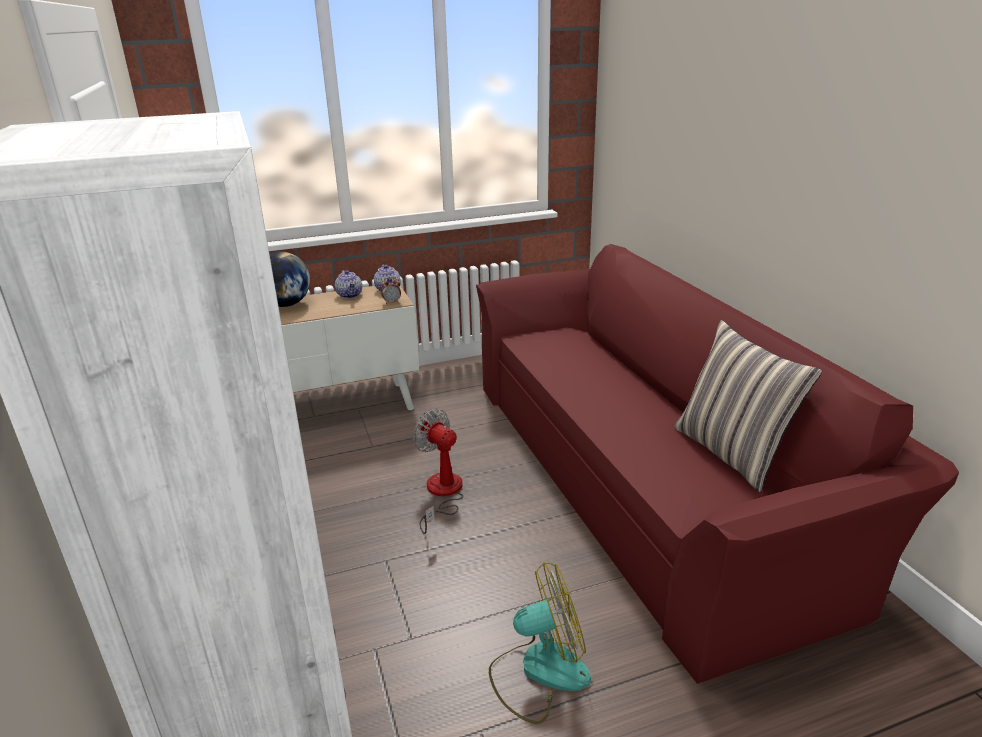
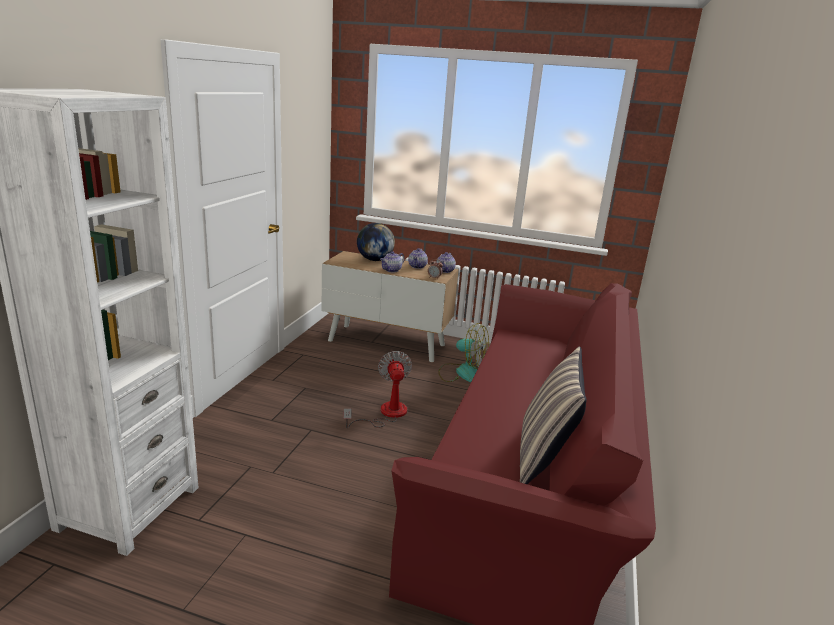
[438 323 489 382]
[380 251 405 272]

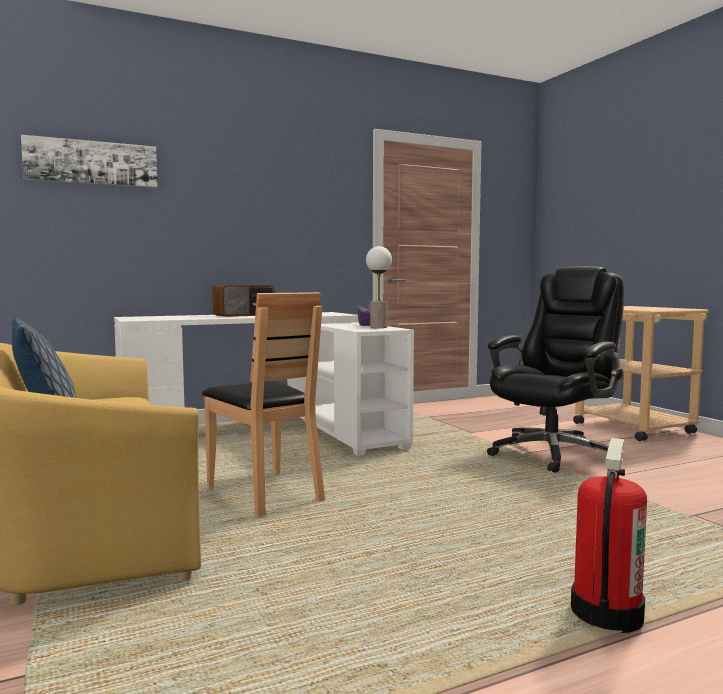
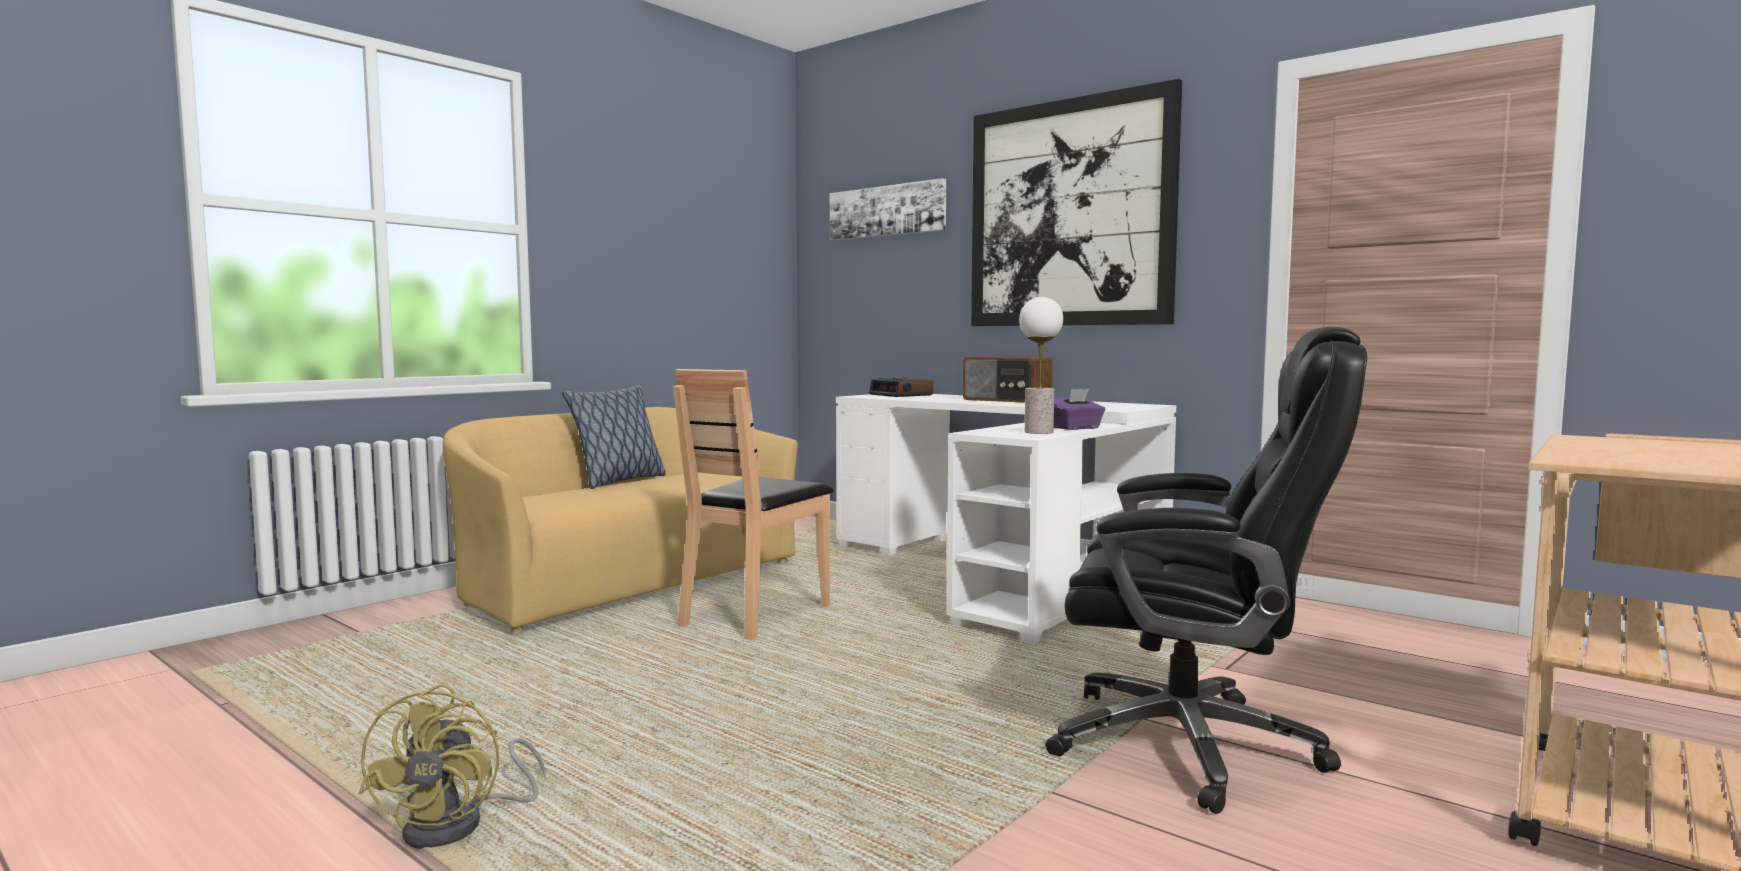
[358 684 546 849]
[971 79 1182 326]
[869 377 933 397]

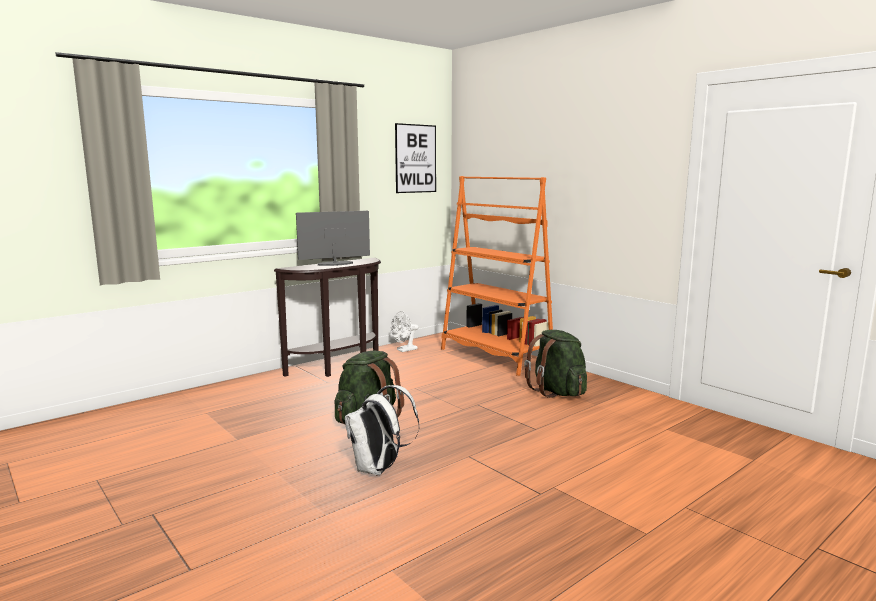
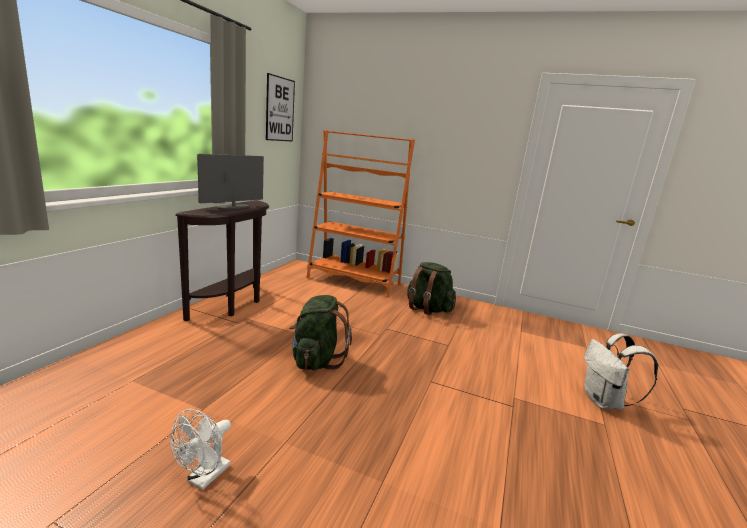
[170 409 231 490]
[584 333 658 410]

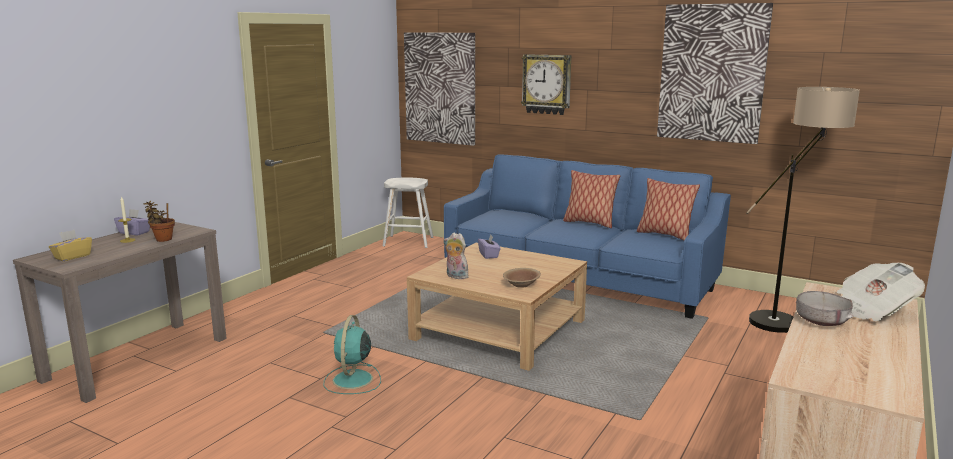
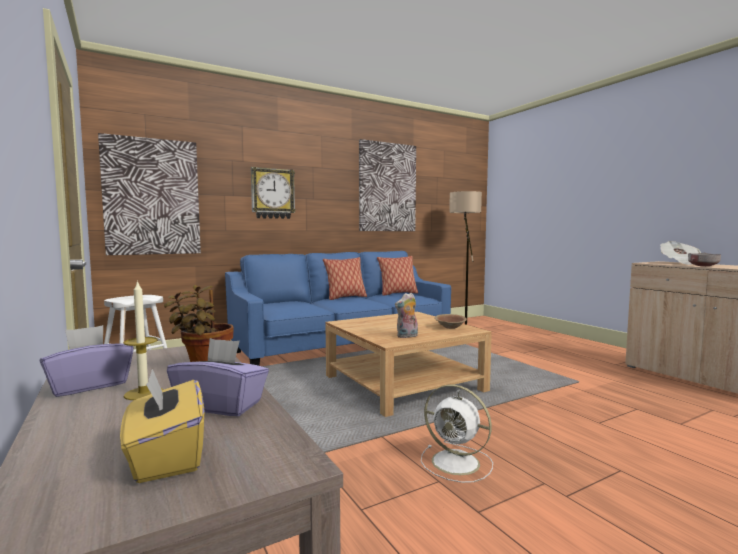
[167 338 269 416]
[421 385 493 483]

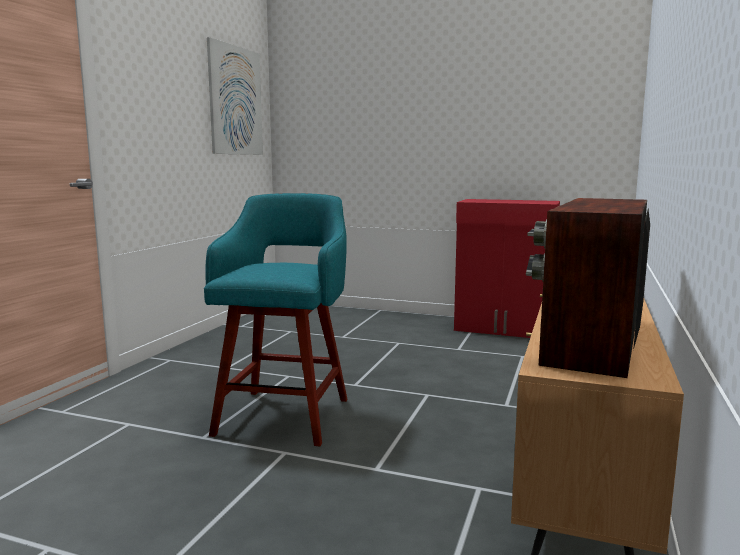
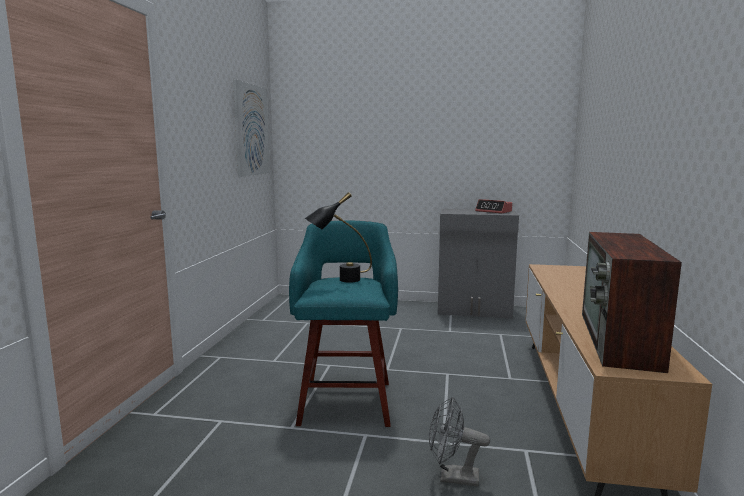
[438 209 519 319]
[305 192 372 283]
[475 199 512 214]
[429 397 490 486]

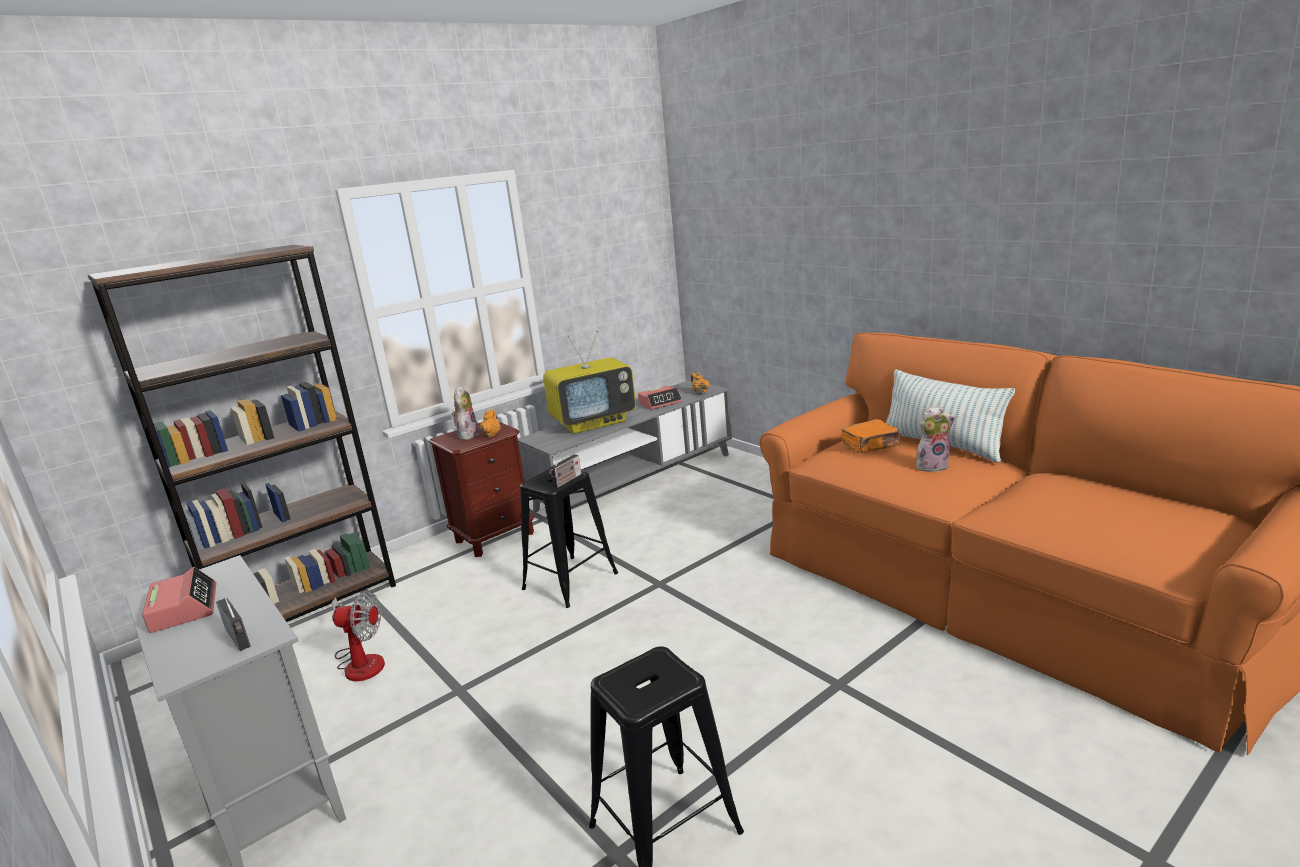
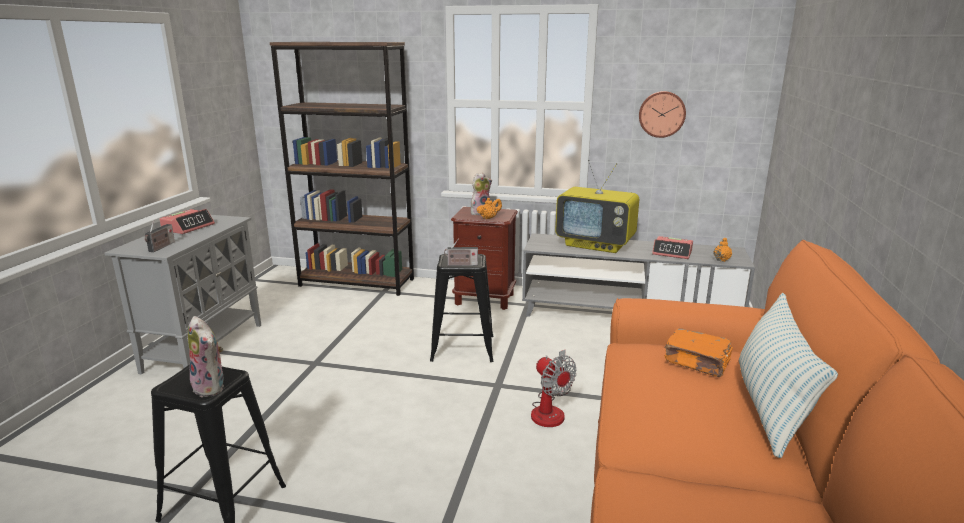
[188 316 224 397]
[531 350 577 427]
[639 91 686 138]

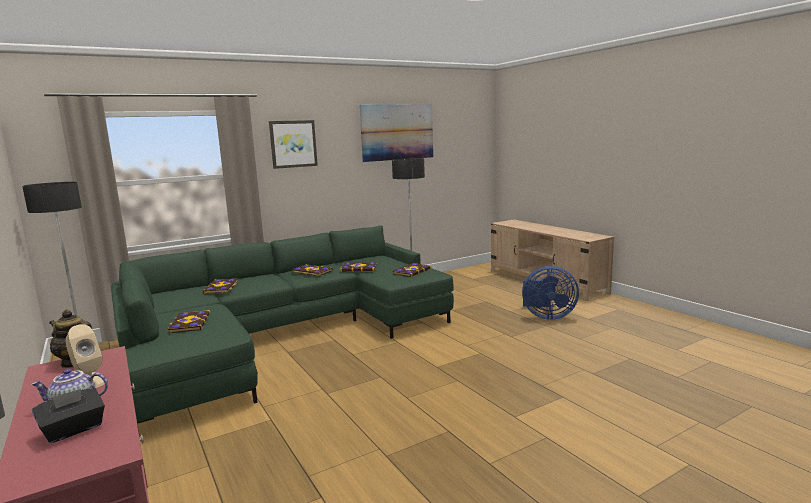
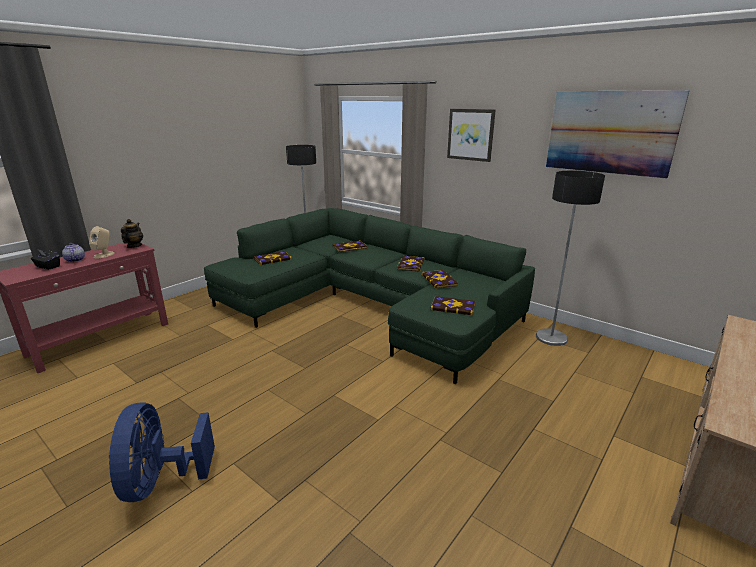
[109 402 215 502]

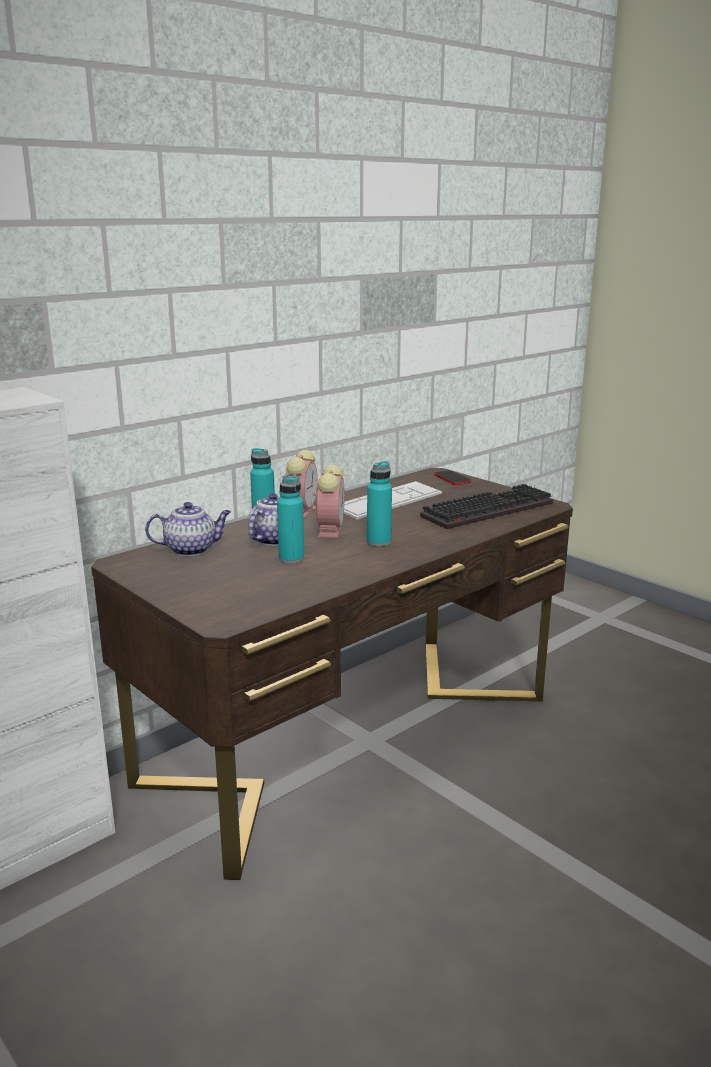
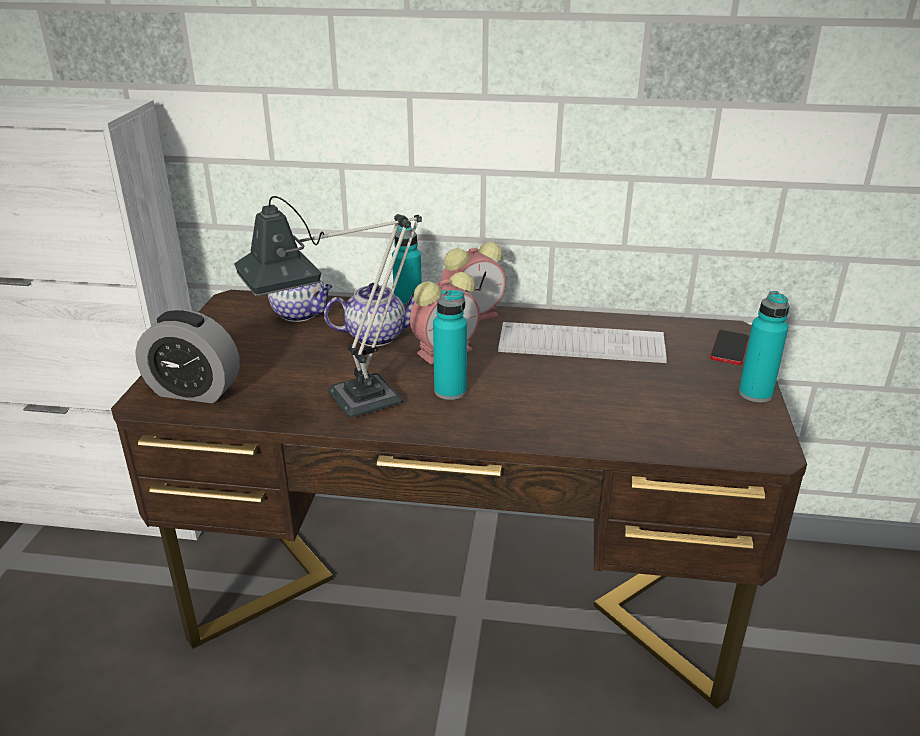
[739 291 789 402]
[420 484 553 529] (first image)
[234 196 422 418]
[135 310 240 403]

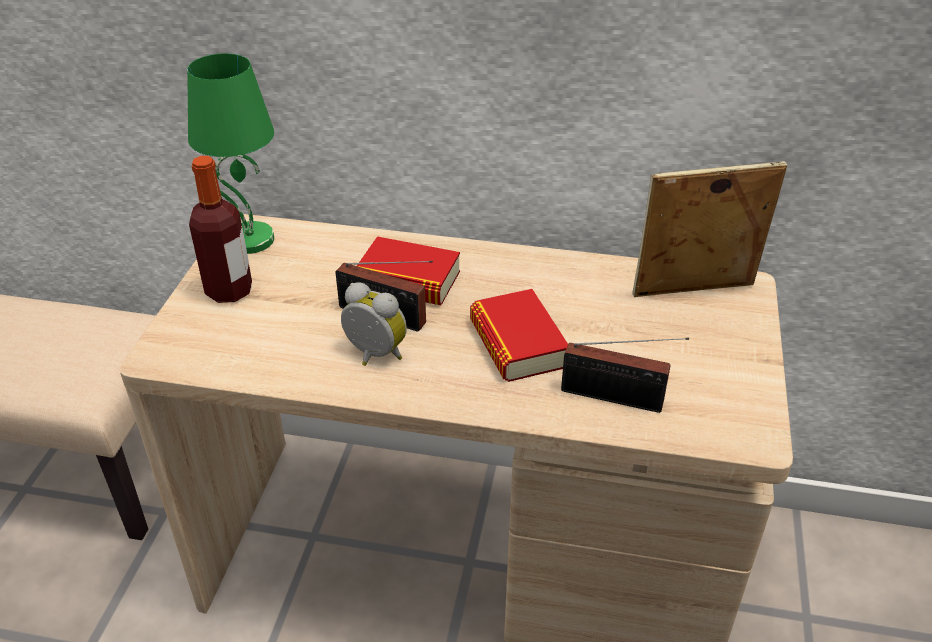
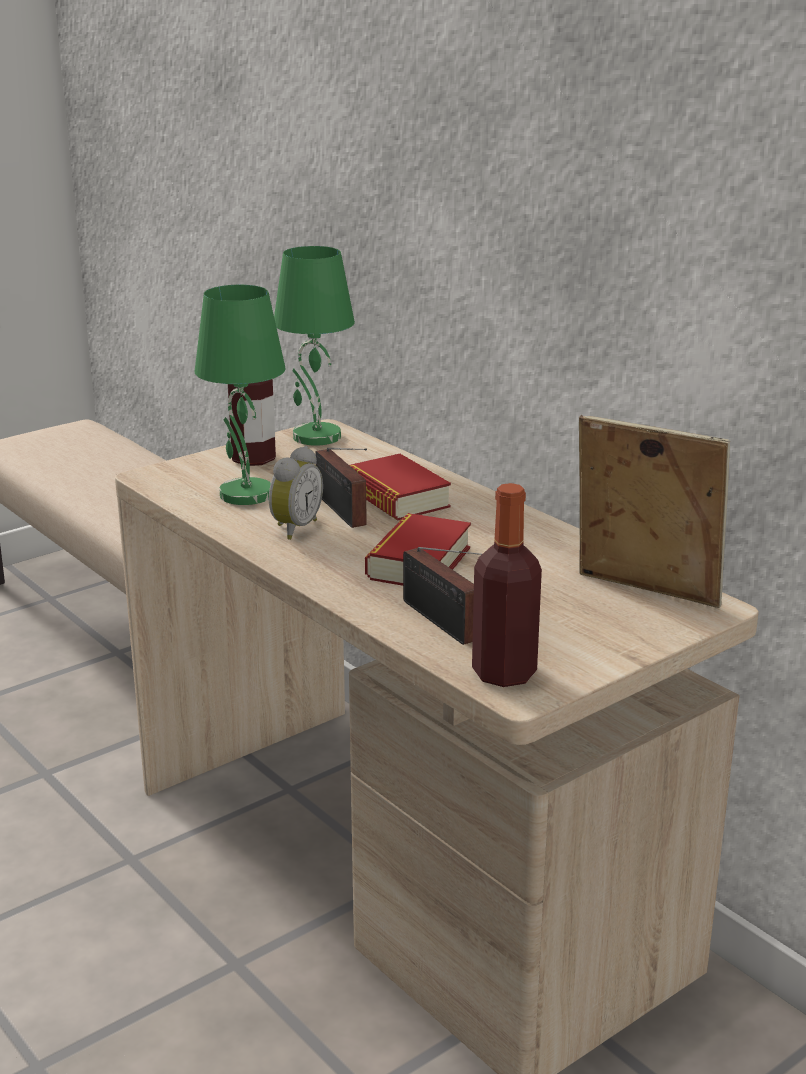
[269 446 323 540]
[195 285 285 505]
[472 483 542 687]

